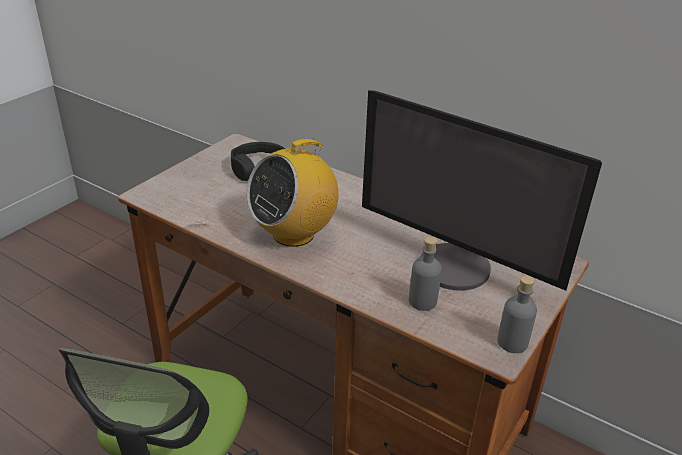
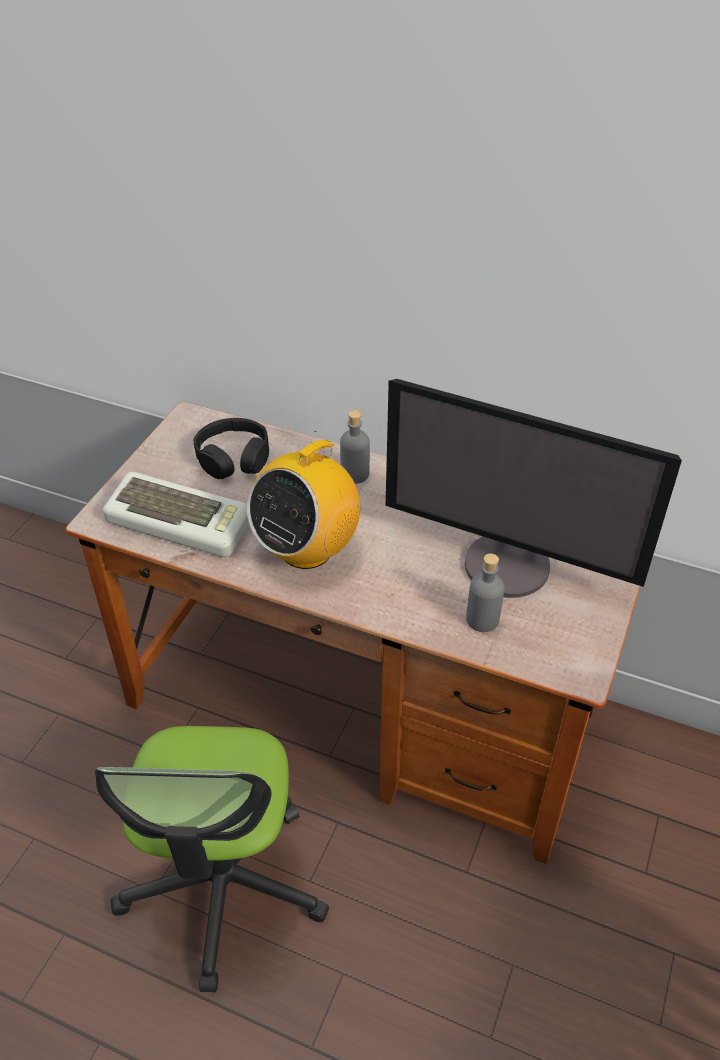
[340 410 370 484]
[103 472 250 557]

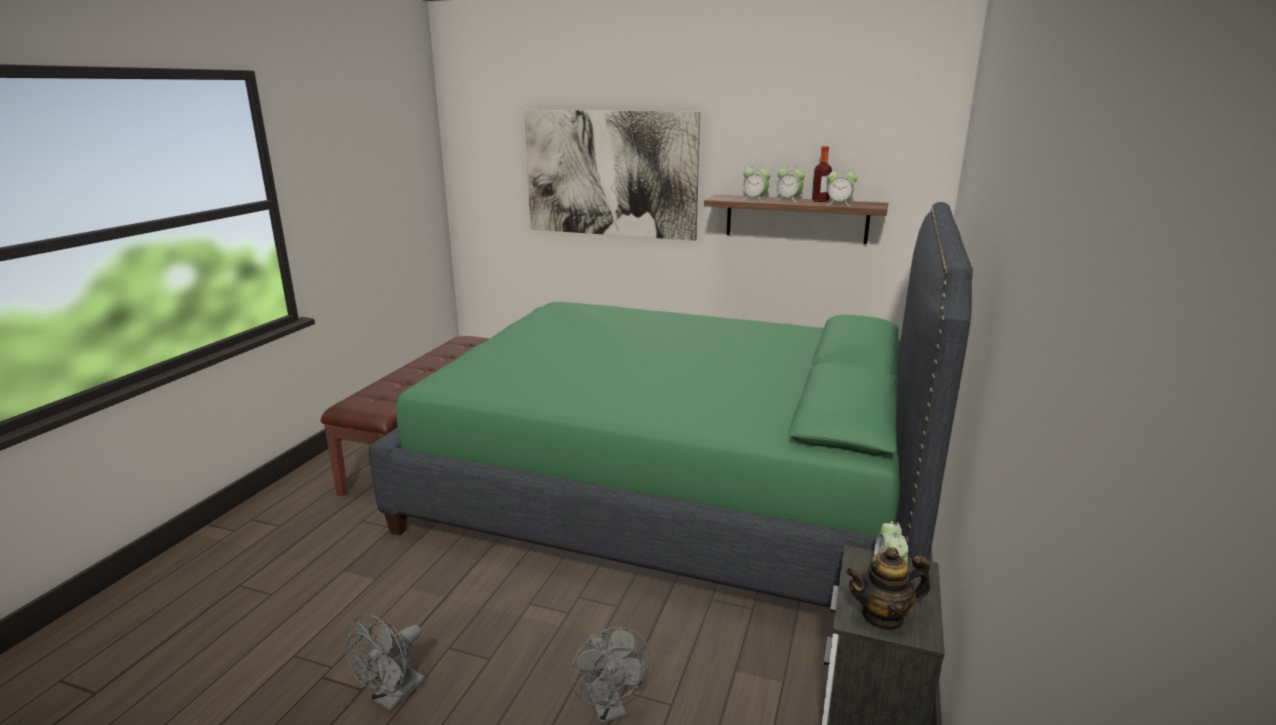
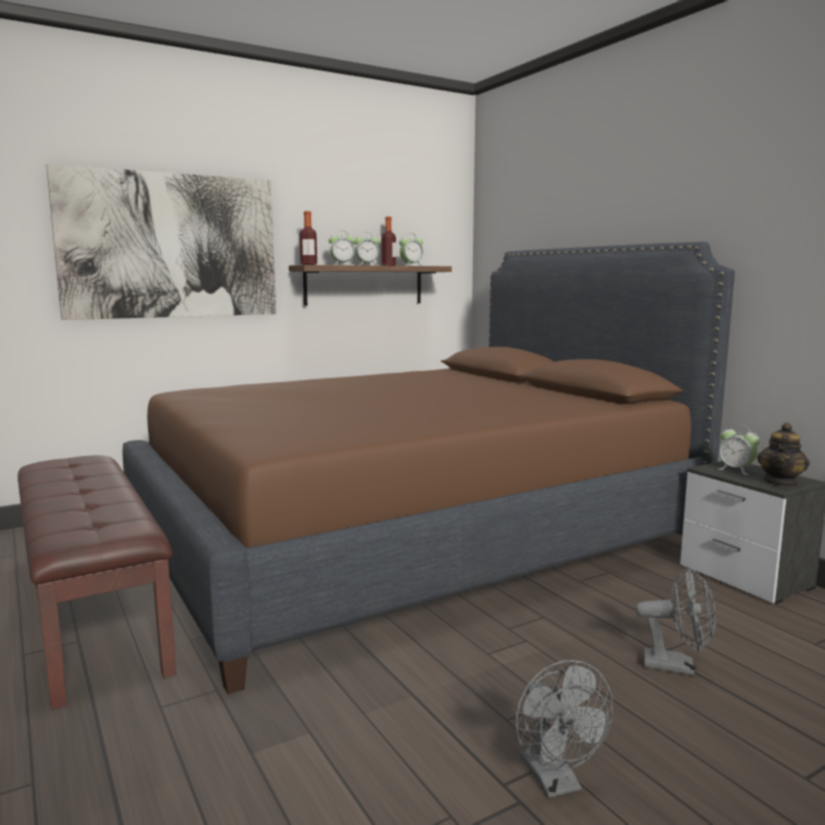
[122 242 735 694]
[300 211 317 265]

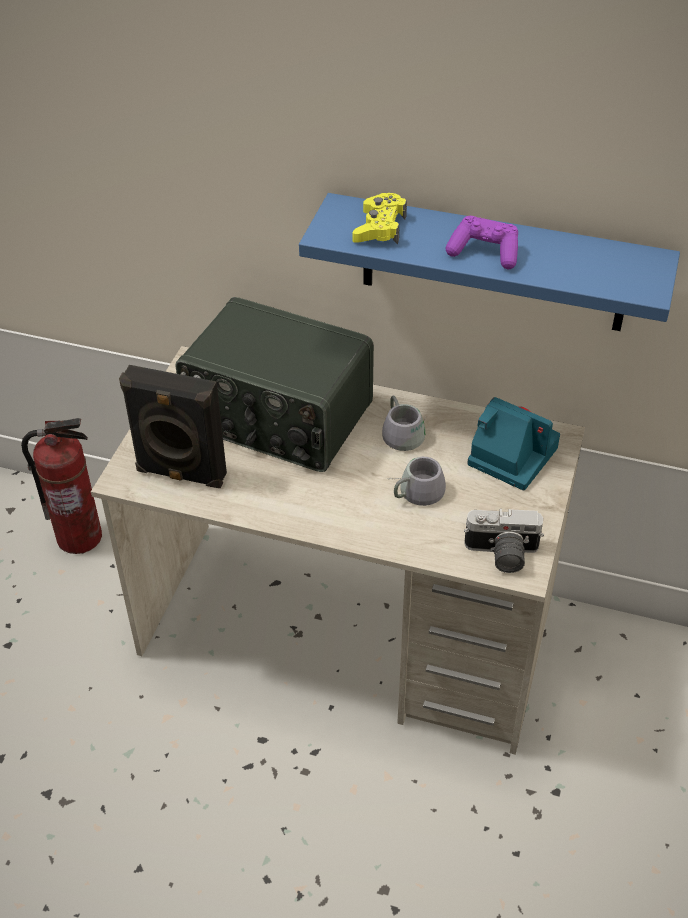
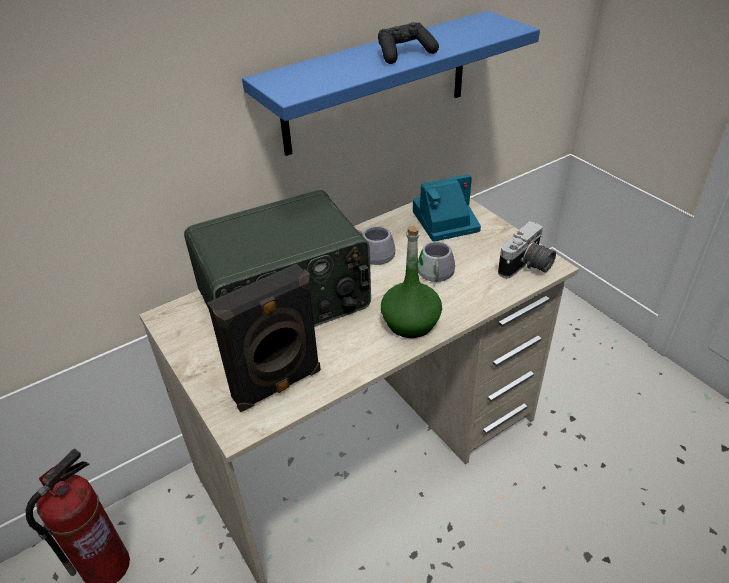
[352 193 407 245] (first image)
[378 22 439 64]
[381 226 442 338]

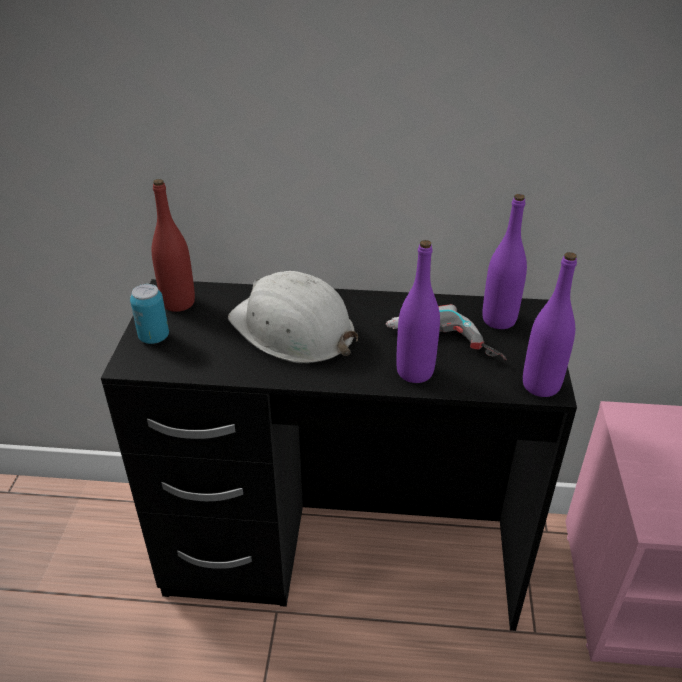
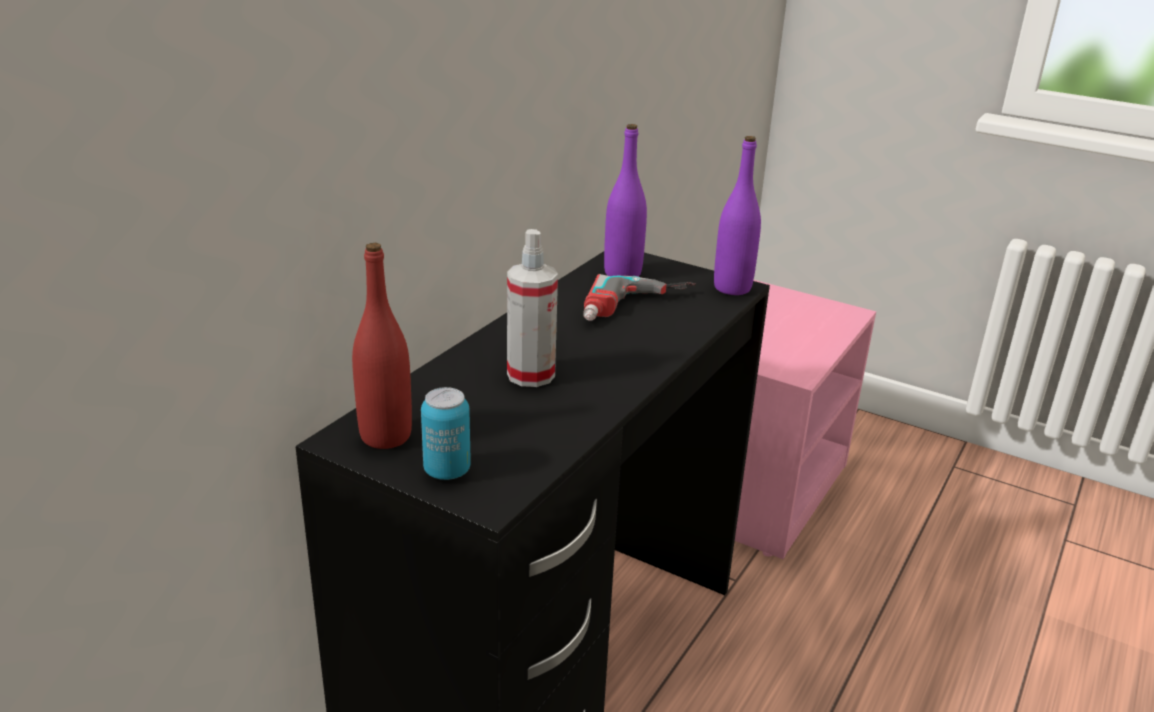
[396 240 440 383] (first image)
[507 229 558 387]

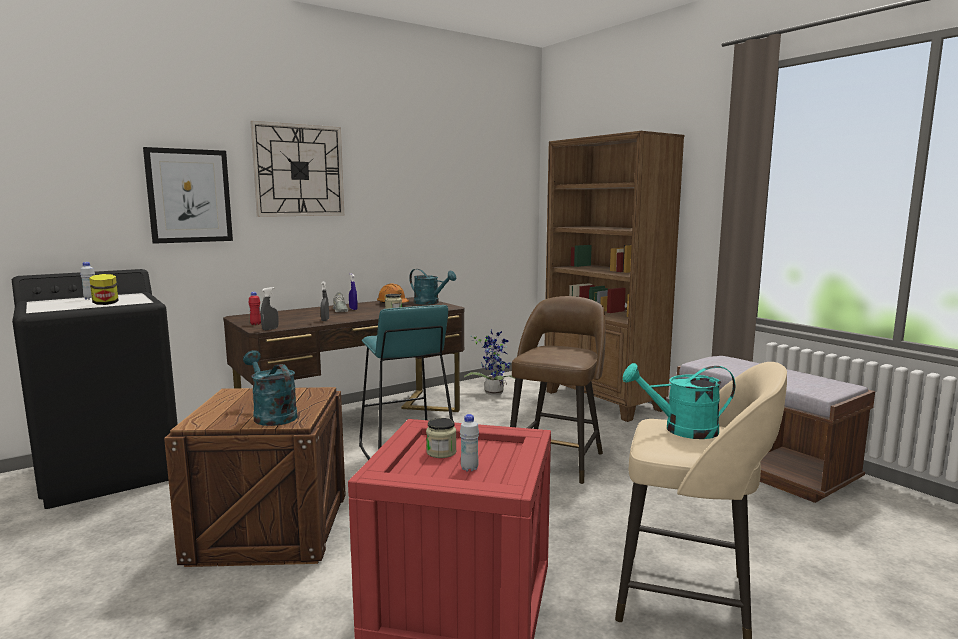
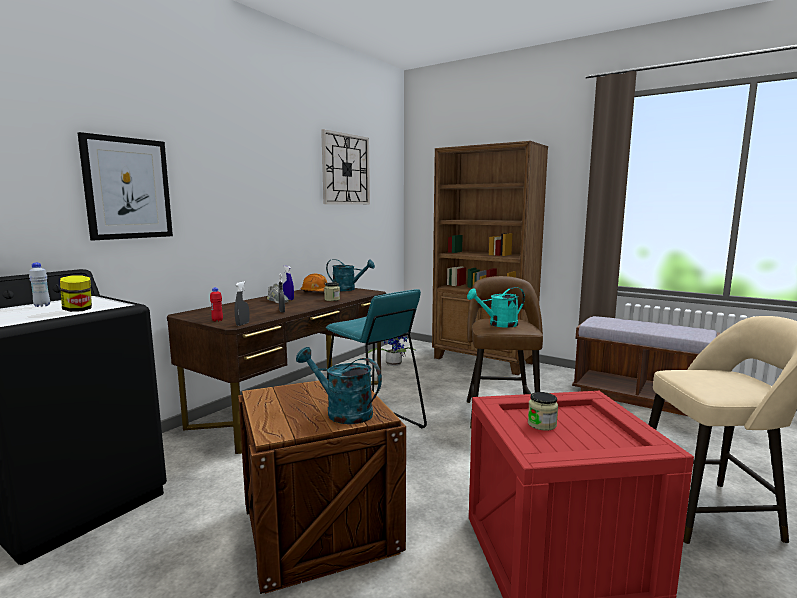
[321 129 370 204]
[467 287 525 328]
[460 414 479 471] (first image)

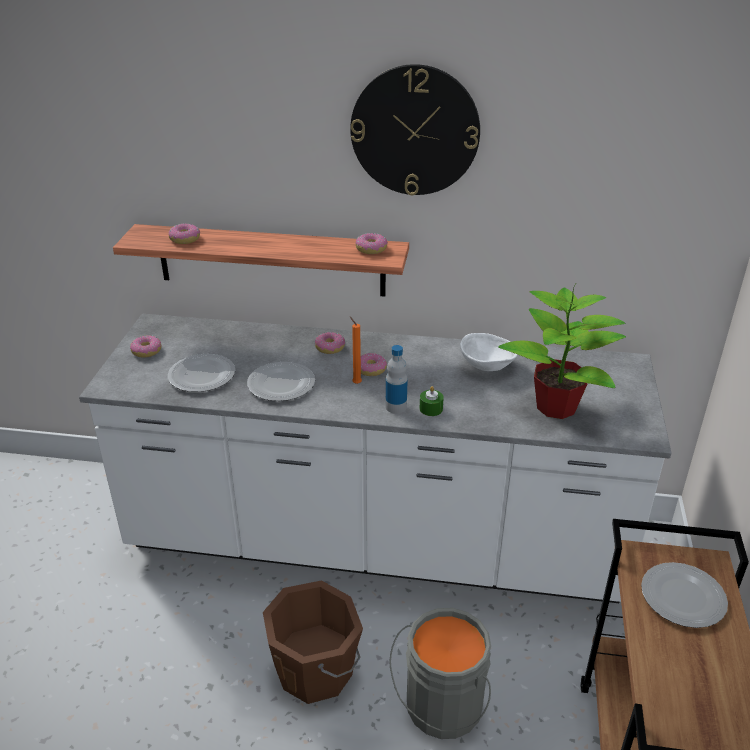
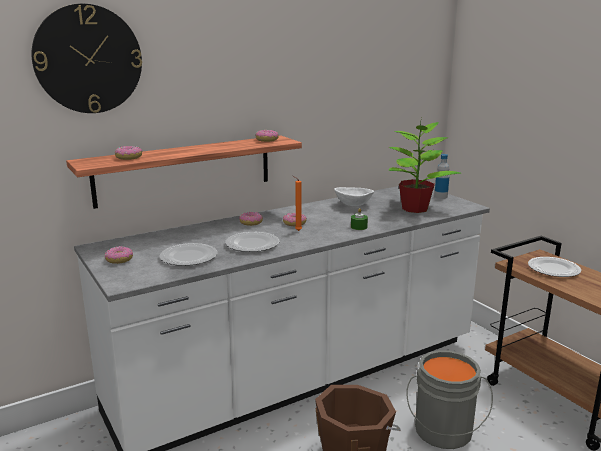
[31 4 142 113]
[434 154 449 199]

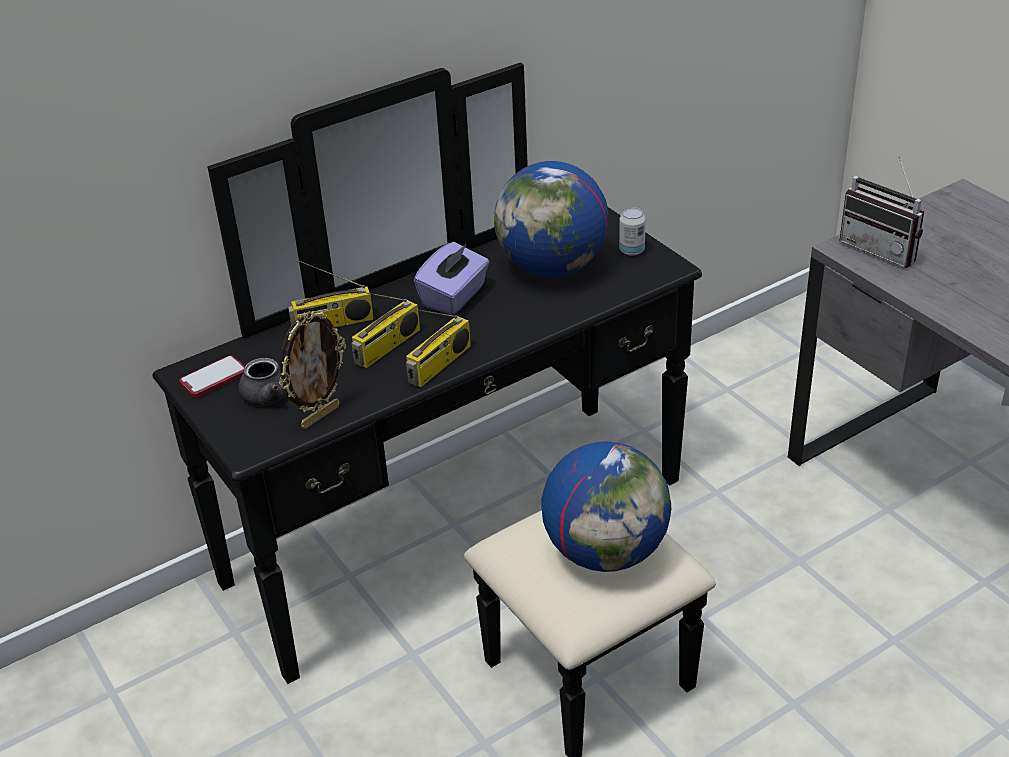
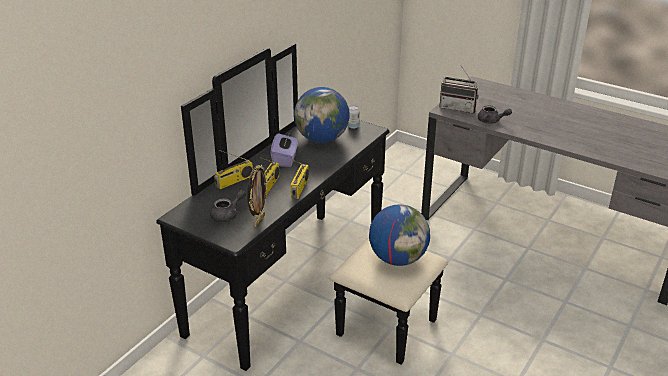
[179 355 245 398] (first image)
[478 105 512 124]

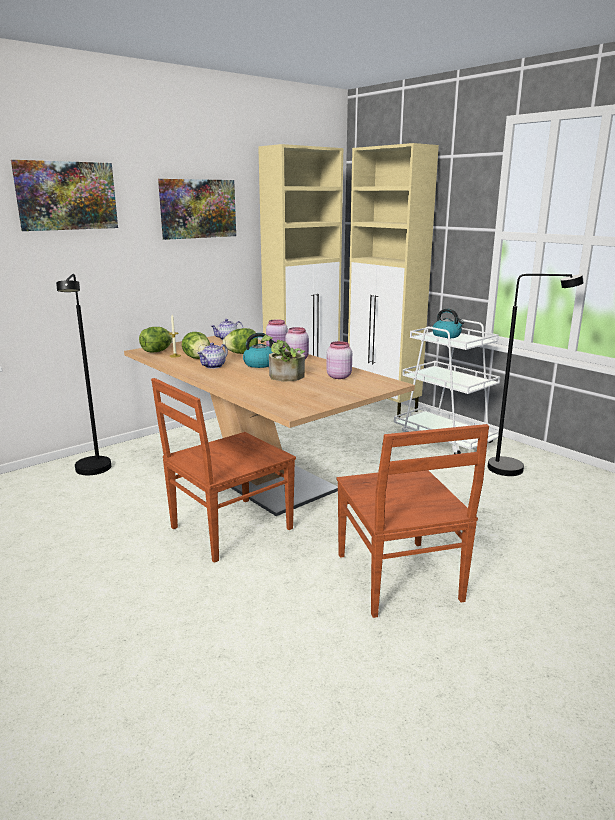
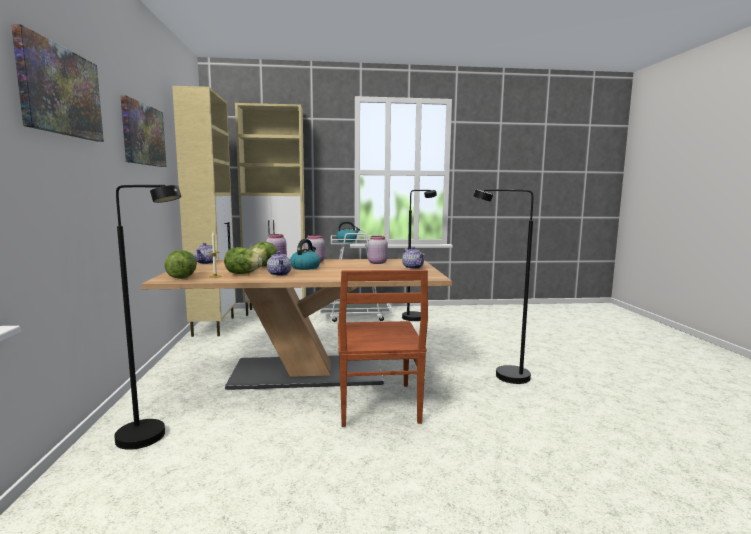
[261 334 305 382] (first image)
[473 189 533 384]
[402 247 425 269]

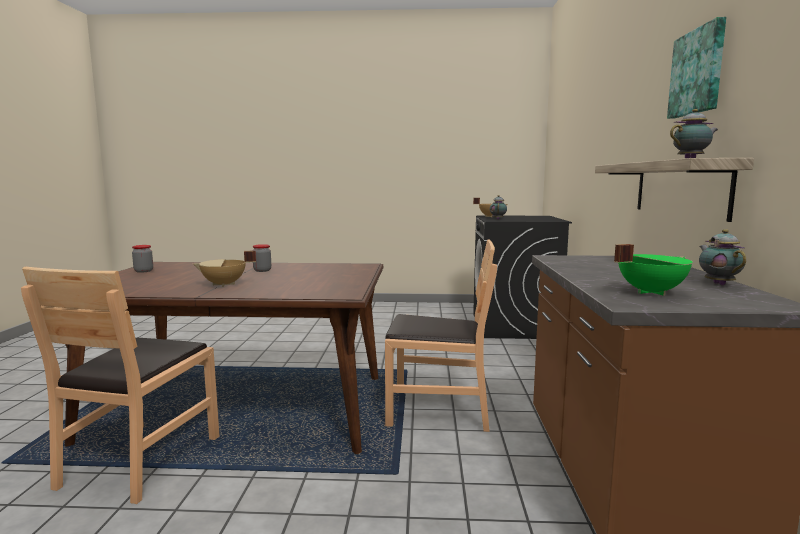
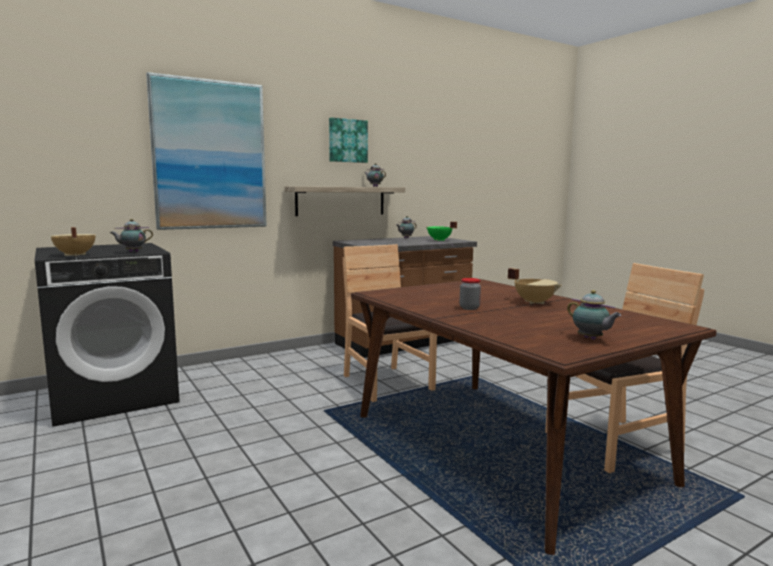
[567 290 621 340]
[146 72 267 230]

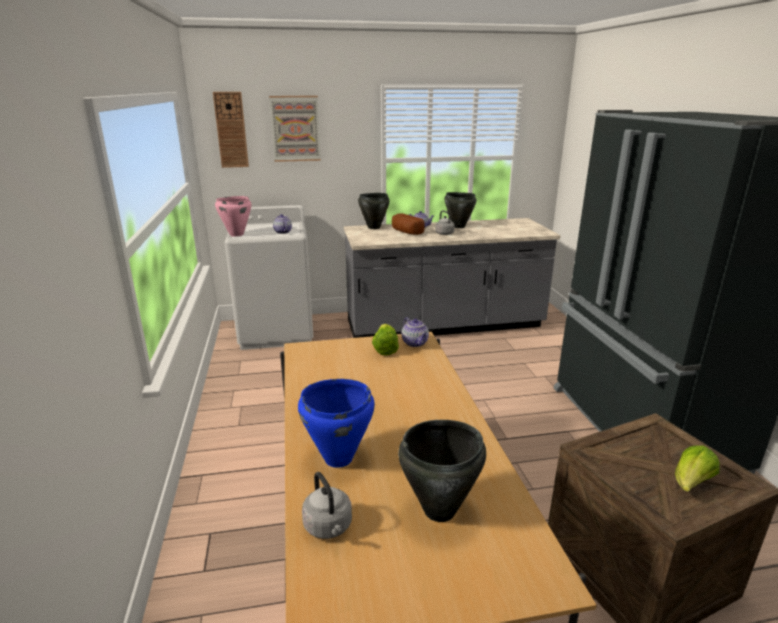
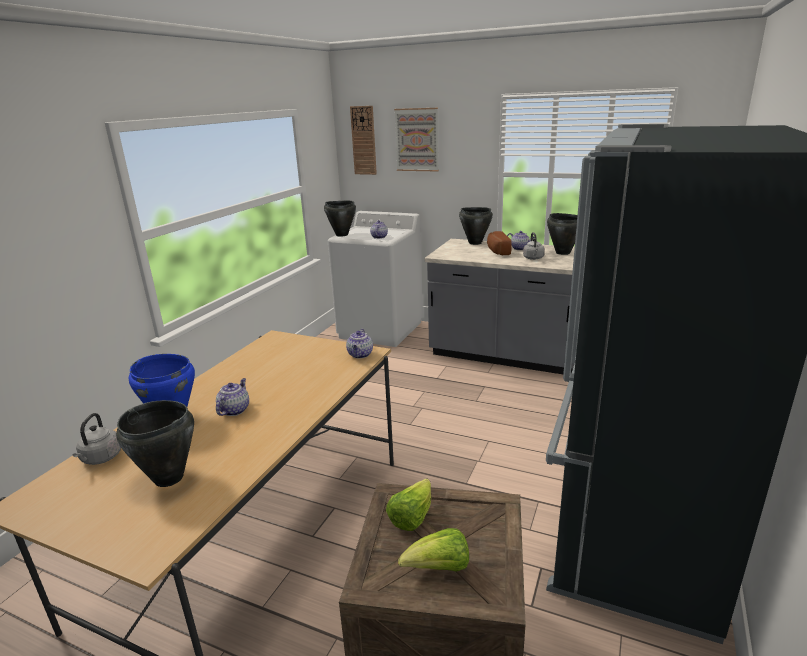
[324 201 356 237]
[386 478 431 531]
[216 378 249 416]

